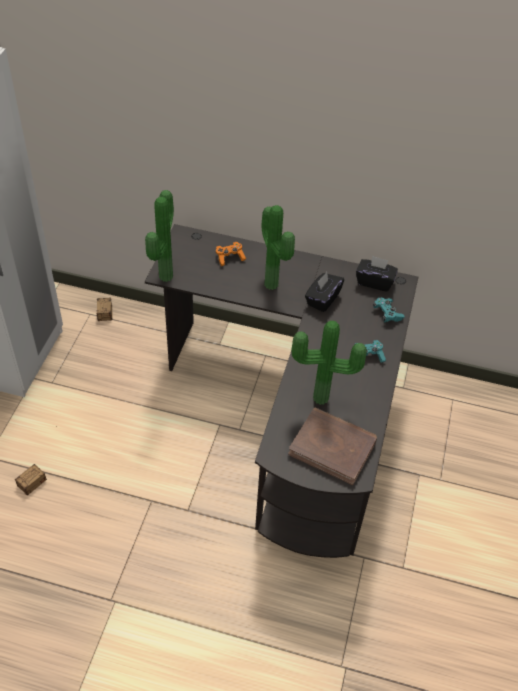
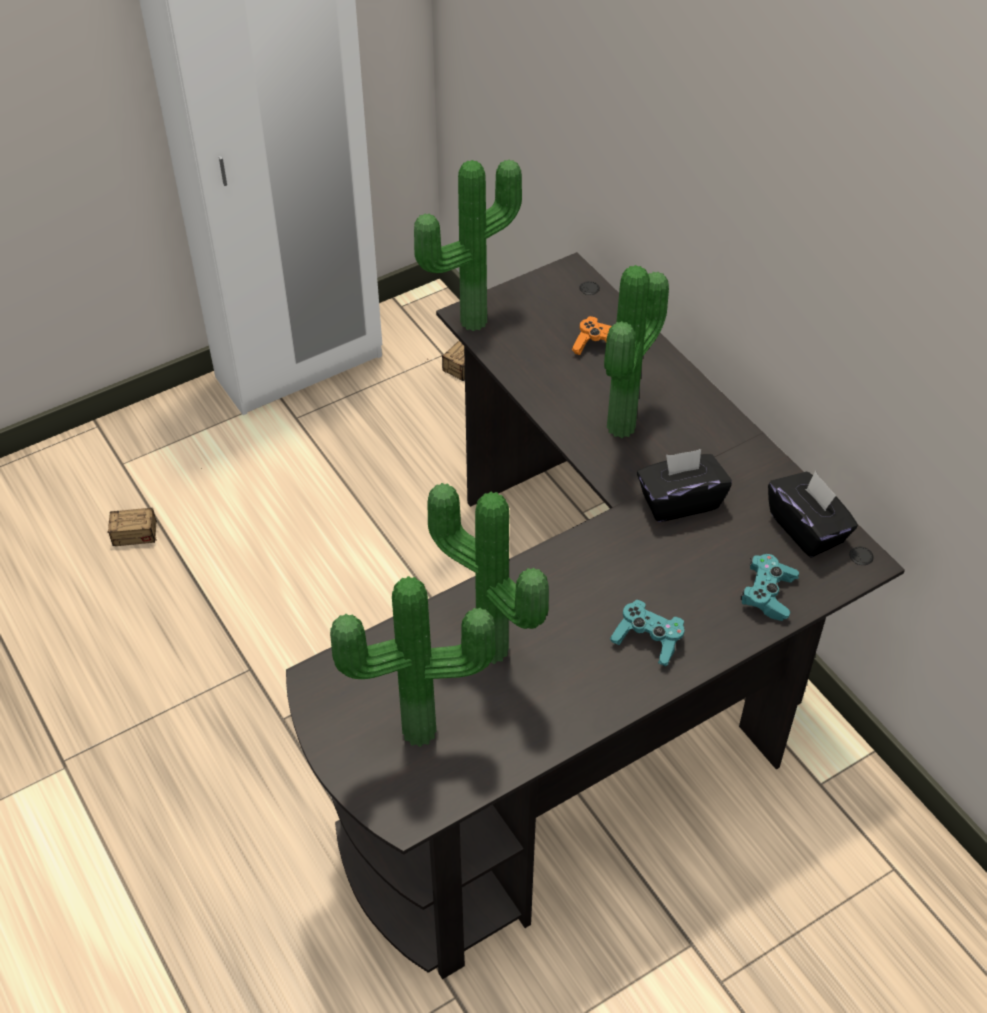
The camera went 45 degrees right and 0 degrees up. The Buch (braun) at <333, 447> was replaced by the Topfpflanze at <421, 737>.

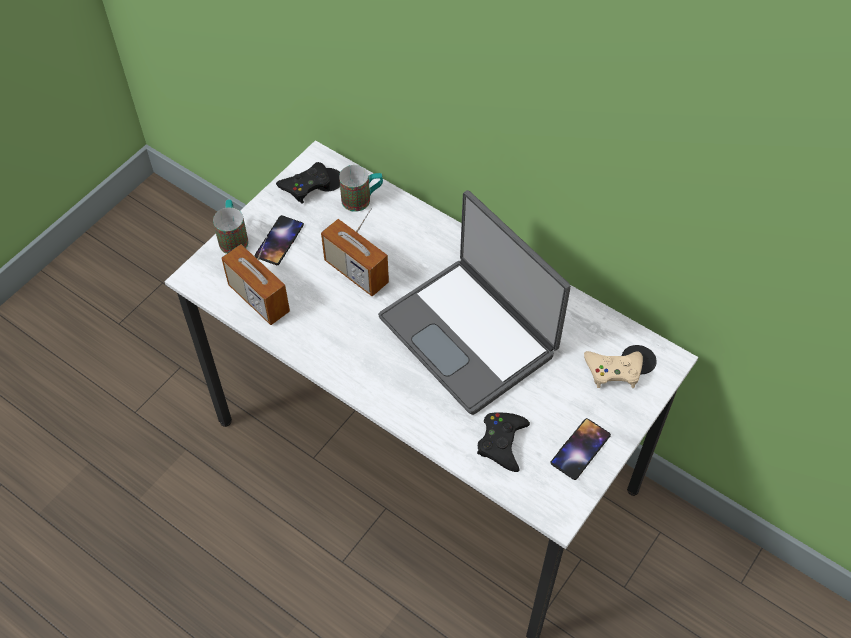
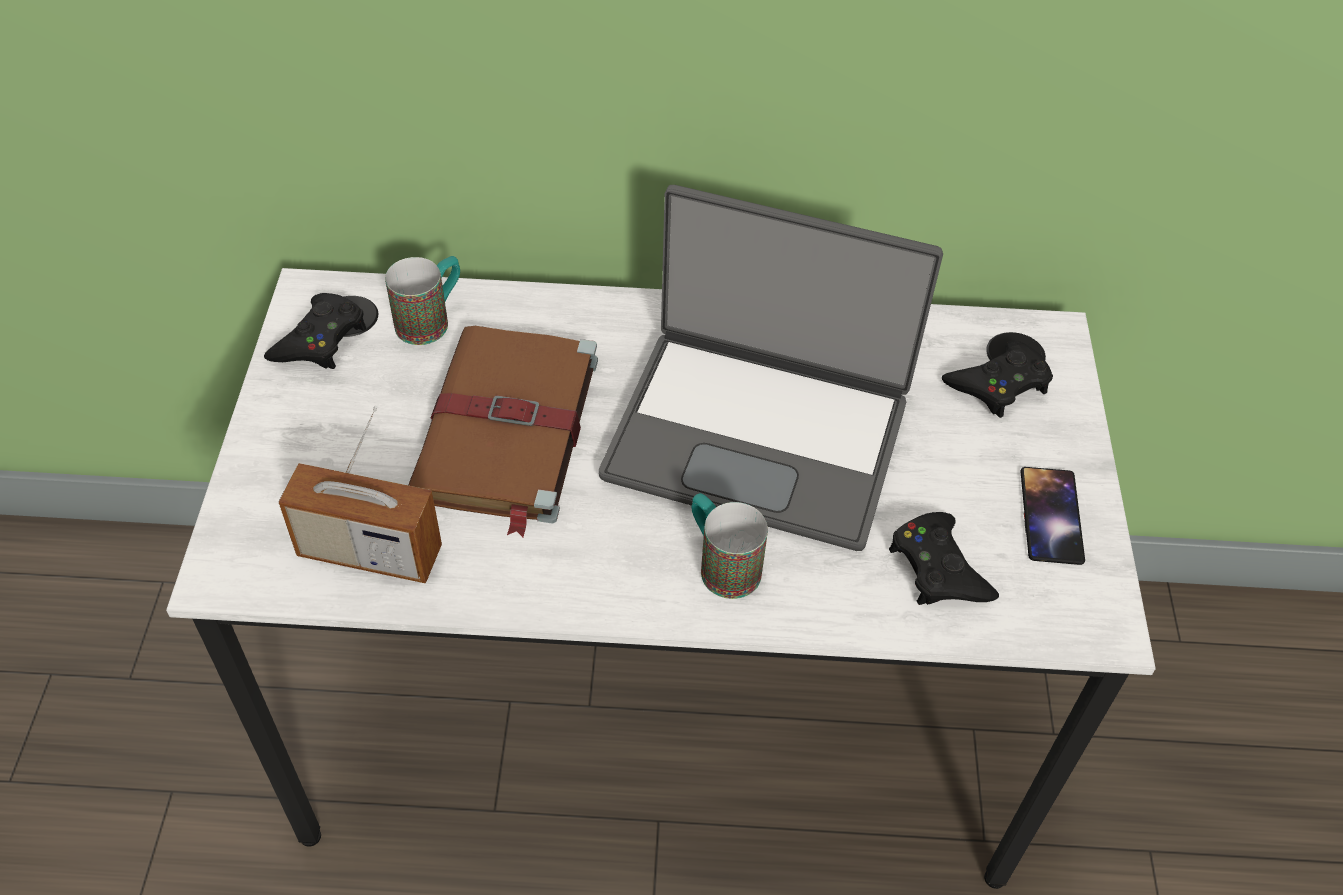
The camera went 35 degrees left and 5 degrees down. The Henkelbecher moved from <233, 237> to <721, 563>. The Handy at <279, 240> disappeared. The Radio at <356, 272> was replaced by the Buch (braun) at <506, 431>. The Gamepad (beige) at <613, 371> became the Gamepad (schwarz) at <999, 384>.

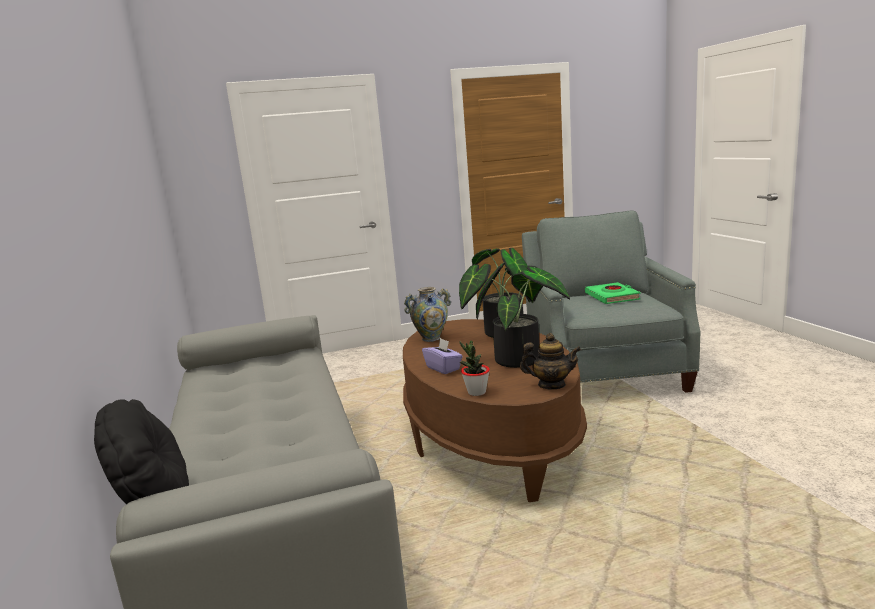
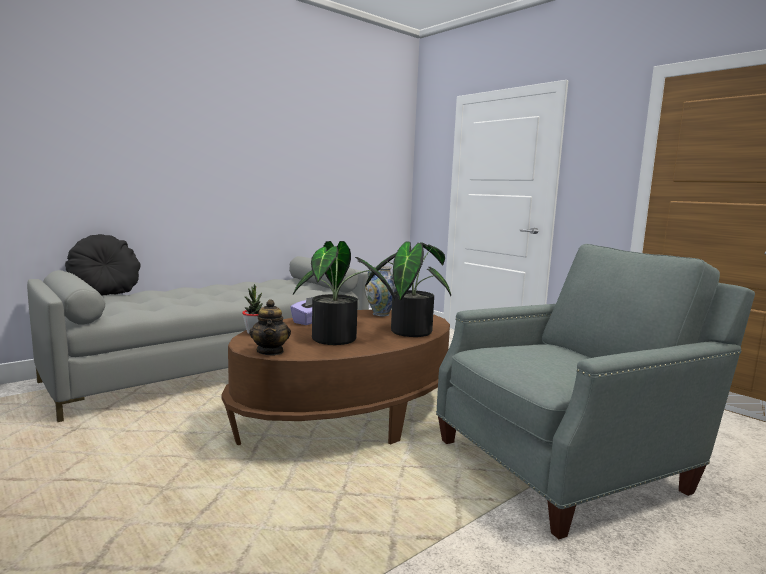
The camera went 65 degrees right and 5 degrees down. The Buch (grün) at <612, 297> disappeared.

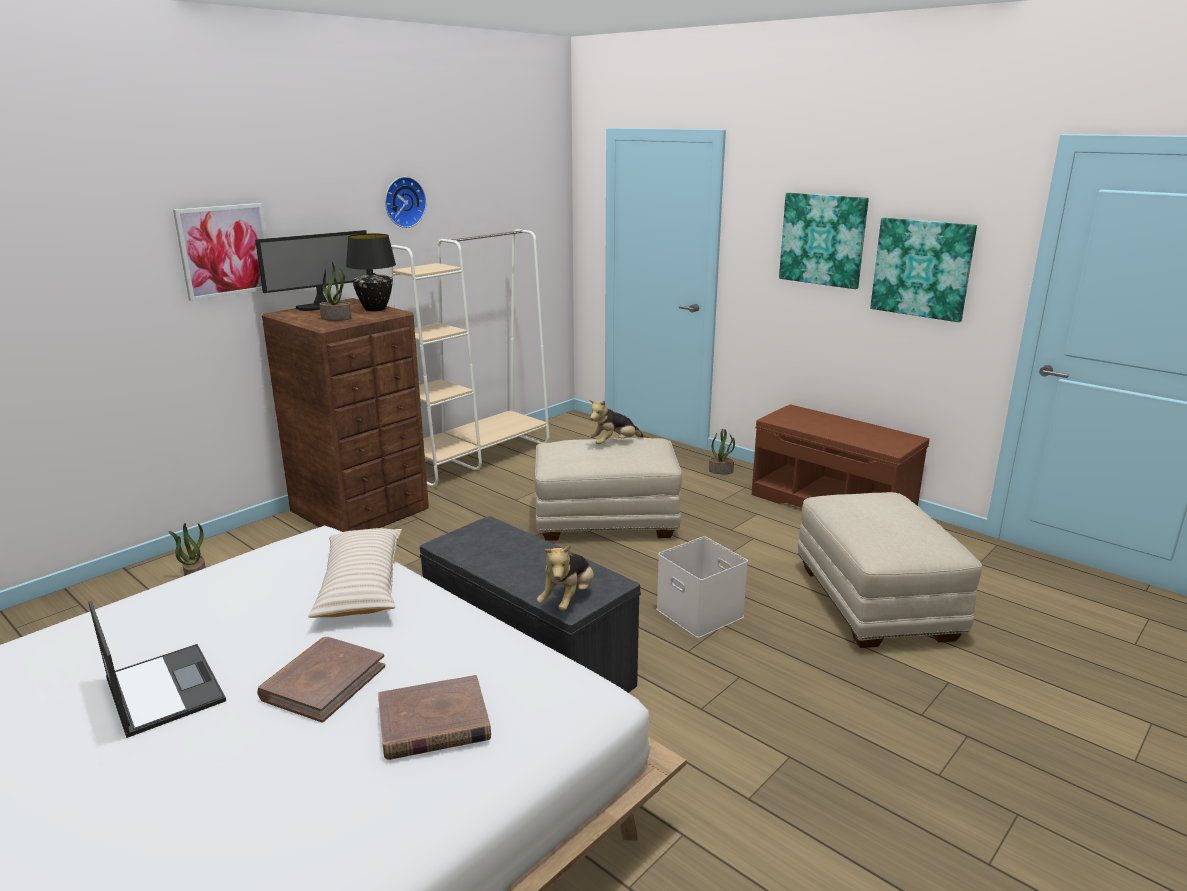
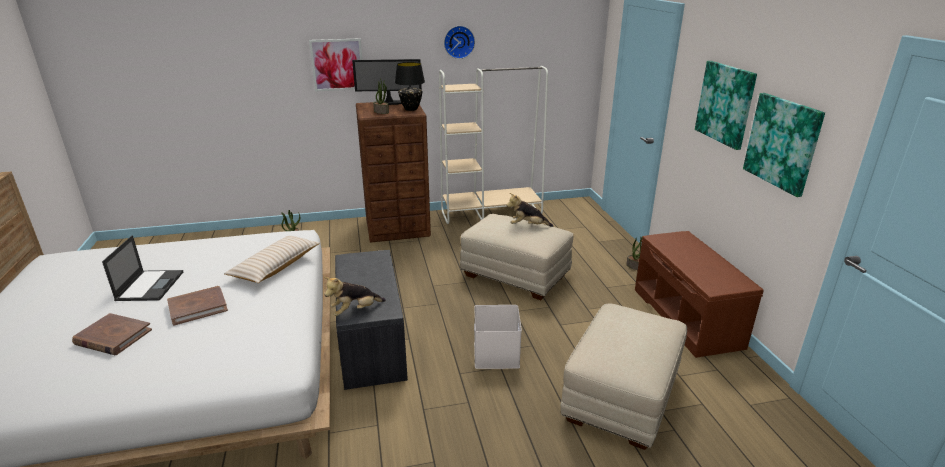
The camera went 35 degrees right and 5 degrees up. The Buch (braun) moved from <433, 723> to <113, 337>.

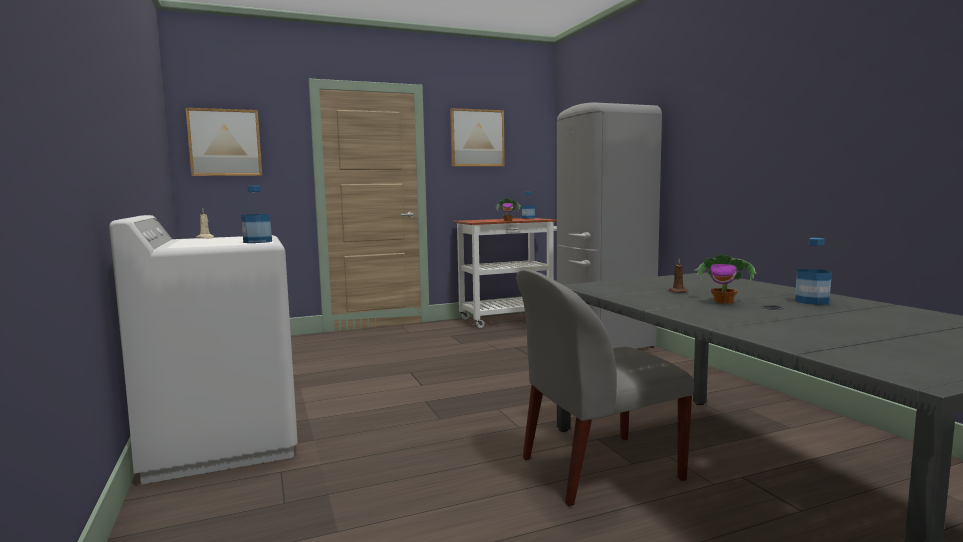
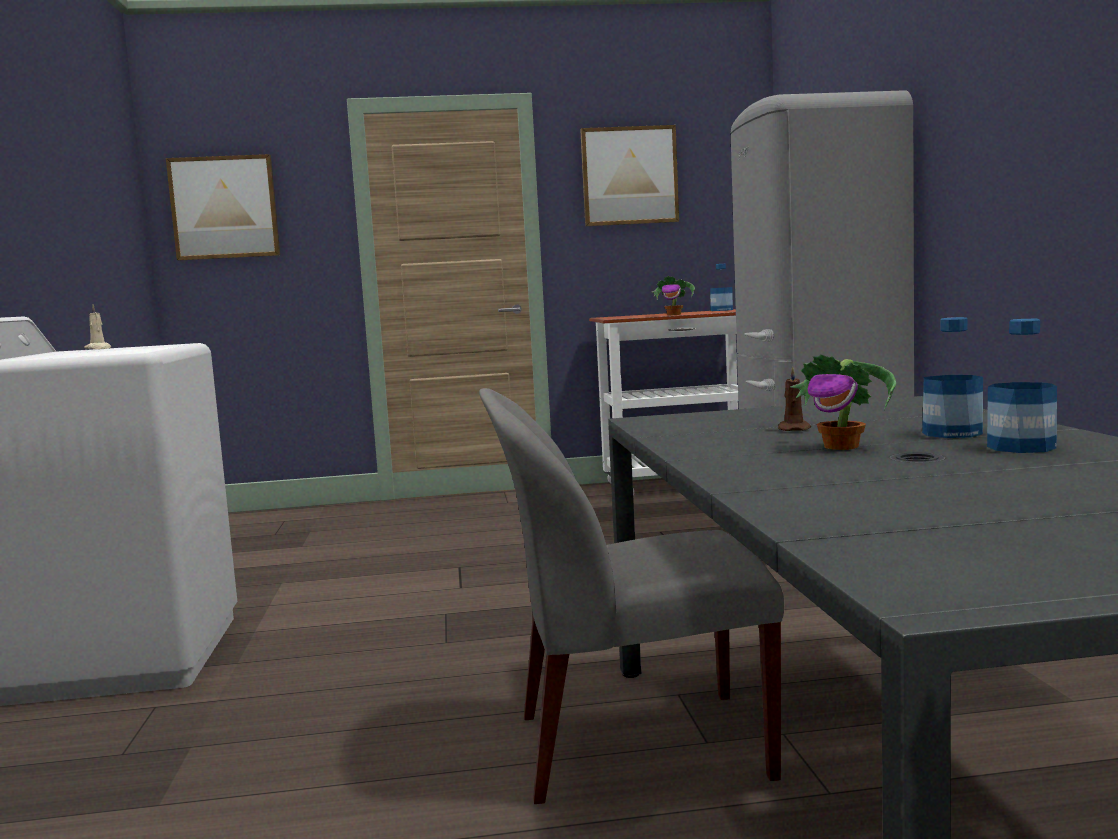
The camera went 15 degrees right and 0 degrees up. The Flasche moved from <257, 242> to <952, 433>.

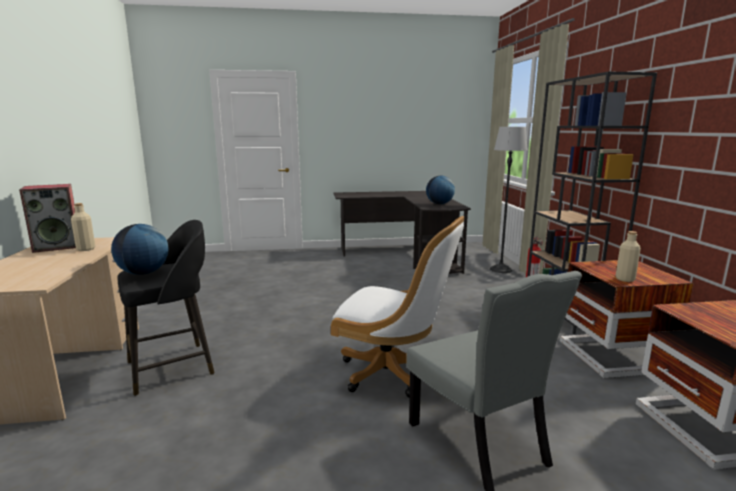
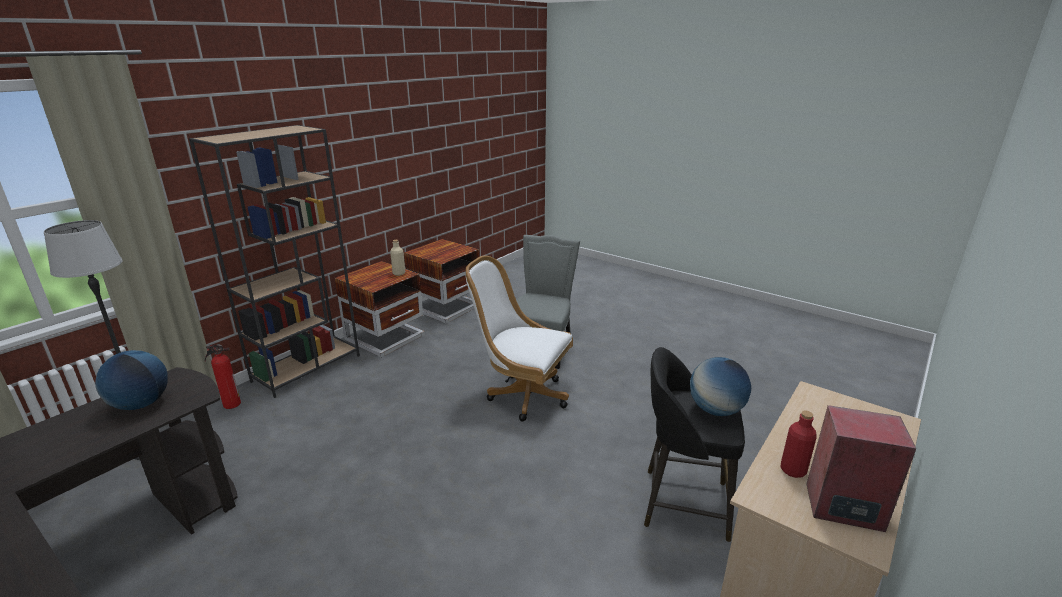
The camera went 135 degrees left and 10 degrees up. The Flasche (beige) at <86, 249> became the Flasche (rot) at <793, 470>. The Bürostuhl (weiß) at <394, 375> turned 45 degrees counterclockwise.

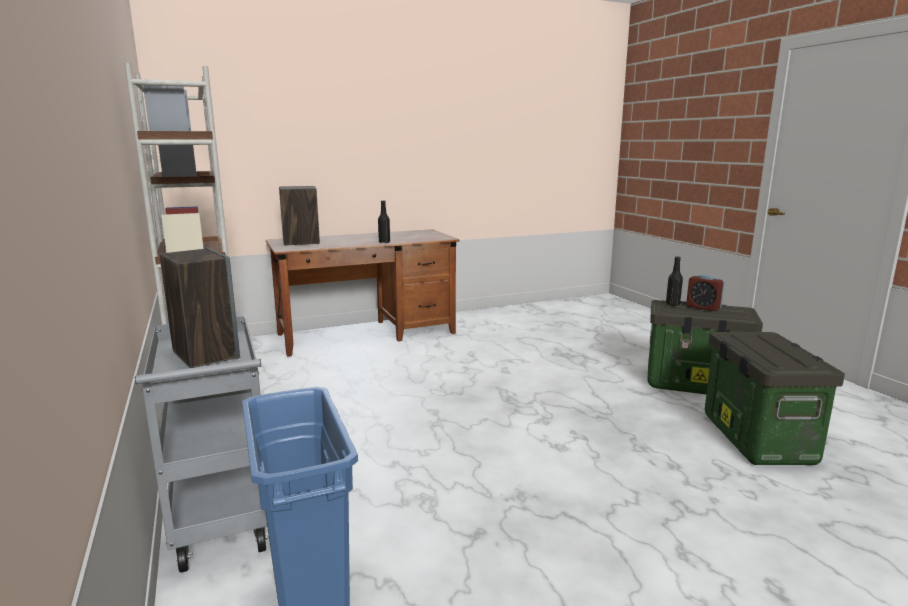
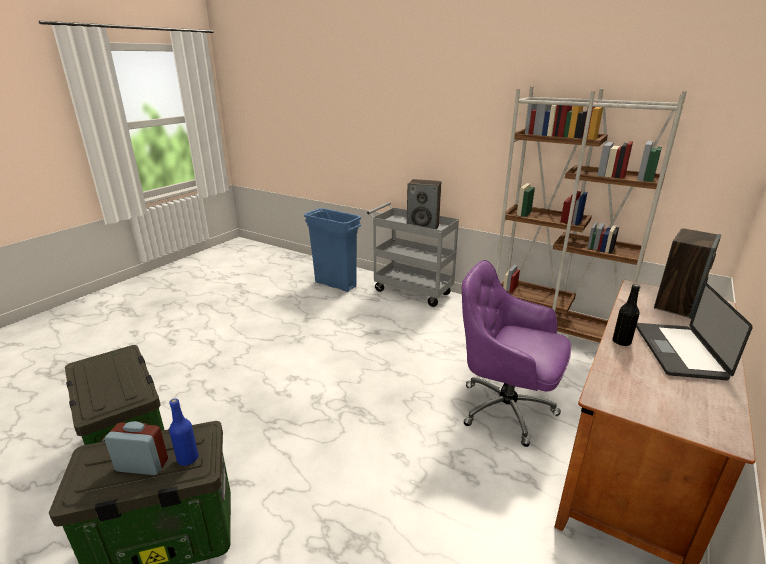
The camera went 145 degrees right and 10 degrees up. The Flasche (schwarz) at <672, 304> became the Flasche (blau) at <188, 458>. The Bürostuhl (lila) at <506, 408> appeared. The Laptop at <678, 351> appeared.

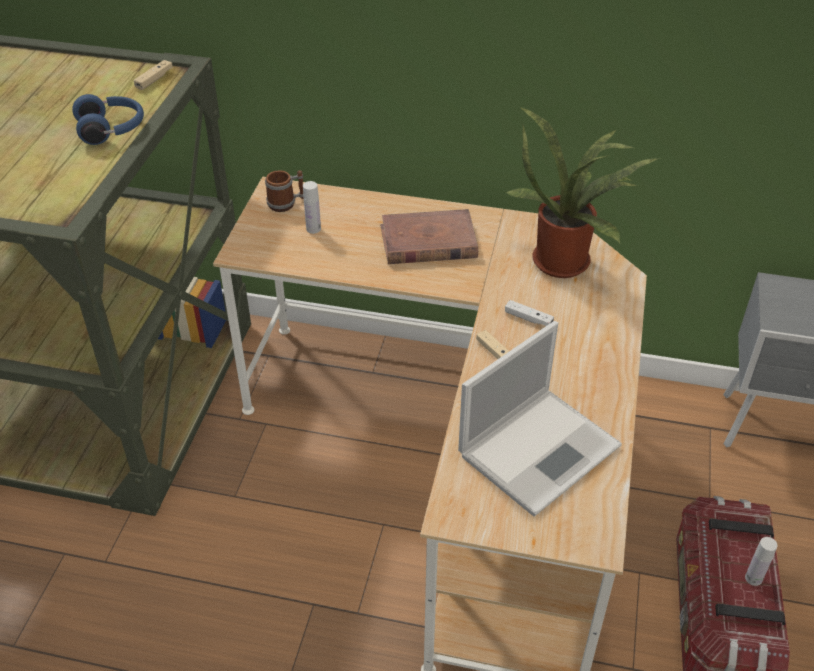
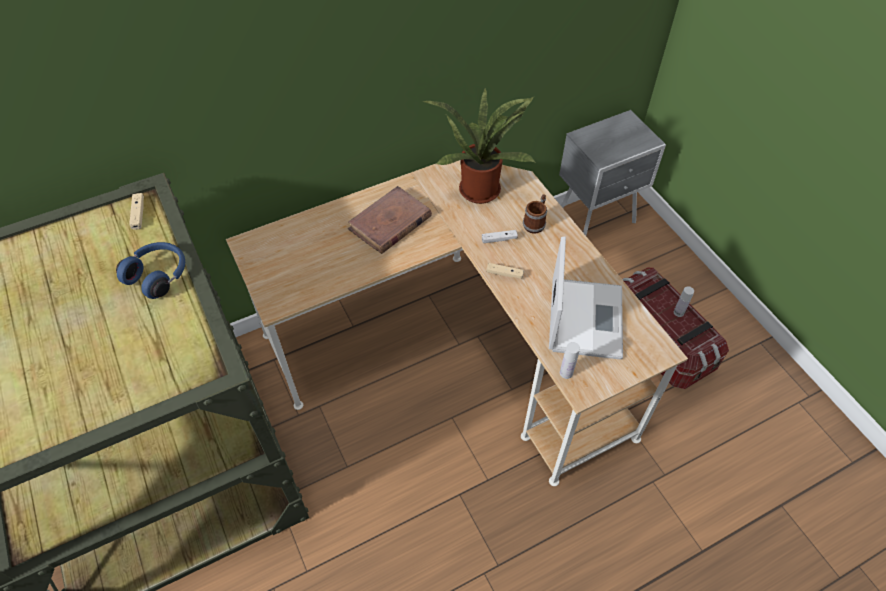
The camera went 40 degrees left and 10 degrees up. The Henkelbecher moved from <286, 203> to <535, 223>. The Flasche (weiß) moved from <313, 229> to <566, 373>.

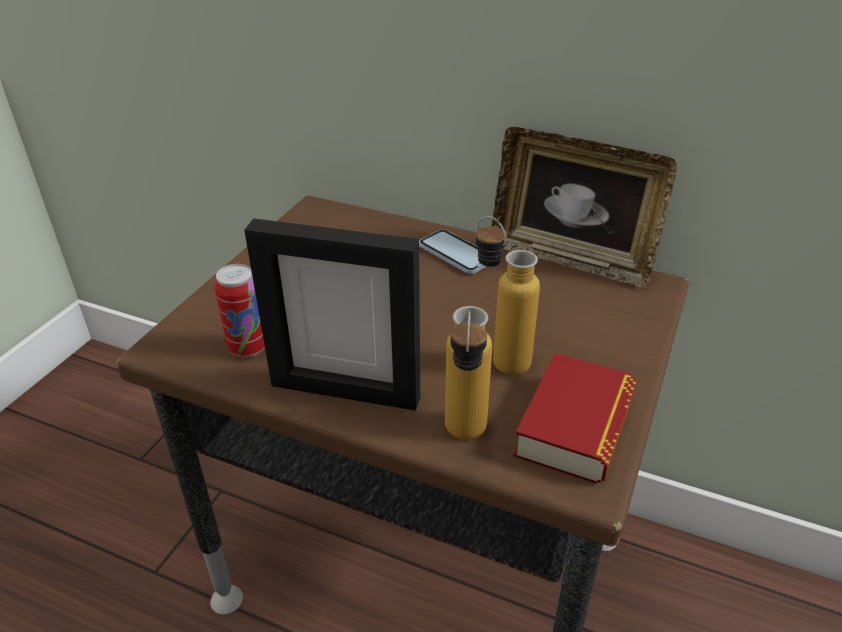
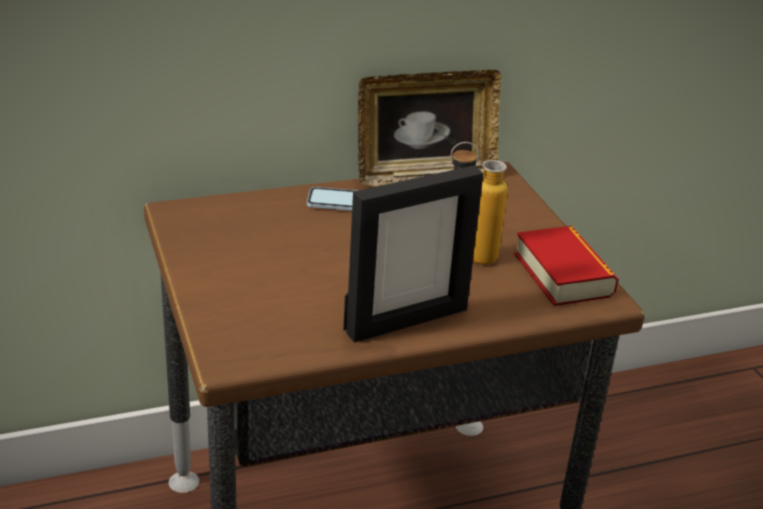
The camera went 45 degrees left and 5 degrees down. The Dose at <248, 348> disappeared. The Flasche at <464, 439> disappeared.

